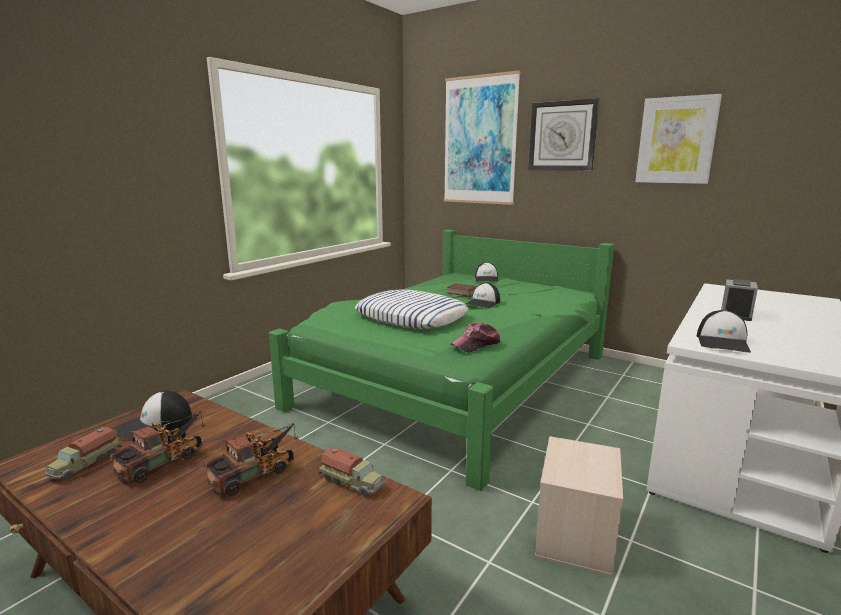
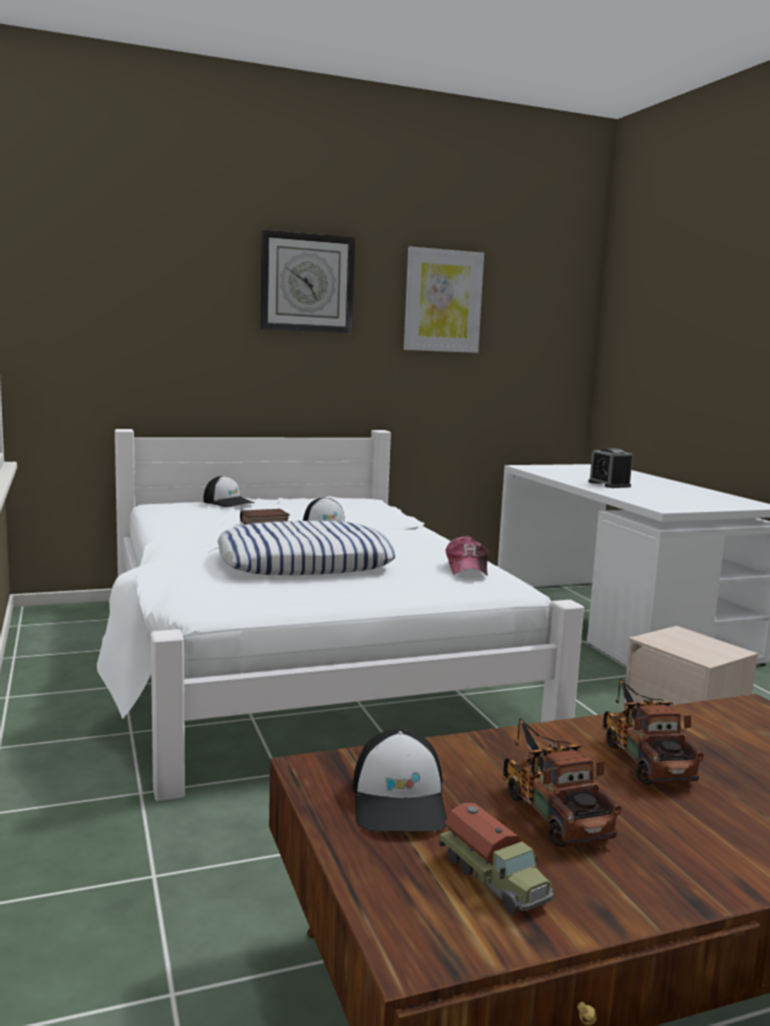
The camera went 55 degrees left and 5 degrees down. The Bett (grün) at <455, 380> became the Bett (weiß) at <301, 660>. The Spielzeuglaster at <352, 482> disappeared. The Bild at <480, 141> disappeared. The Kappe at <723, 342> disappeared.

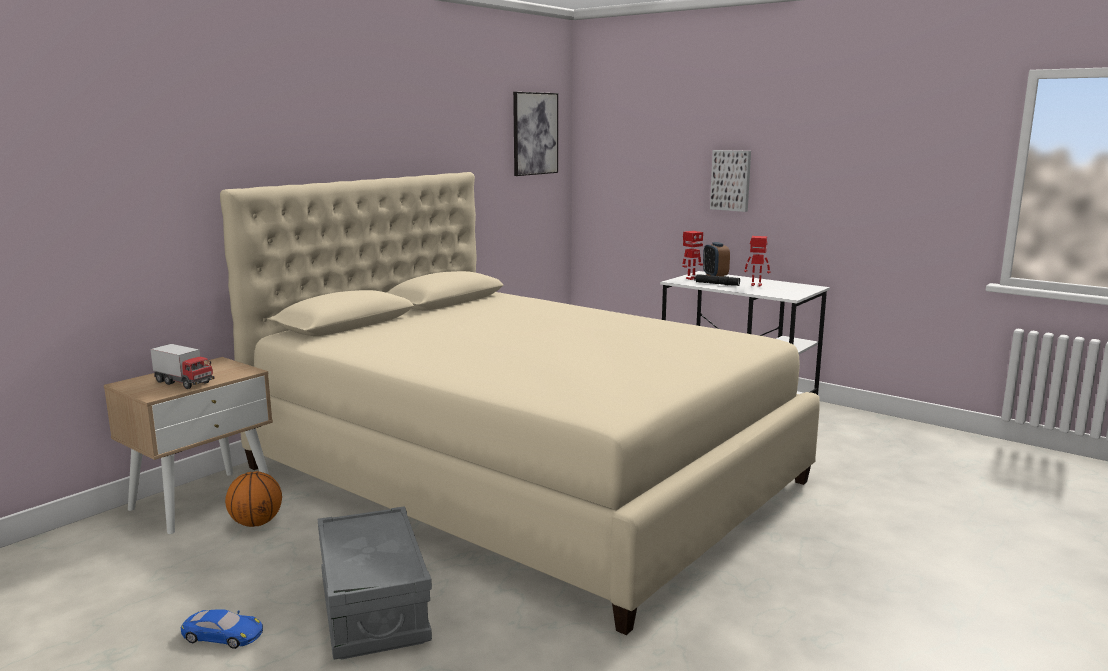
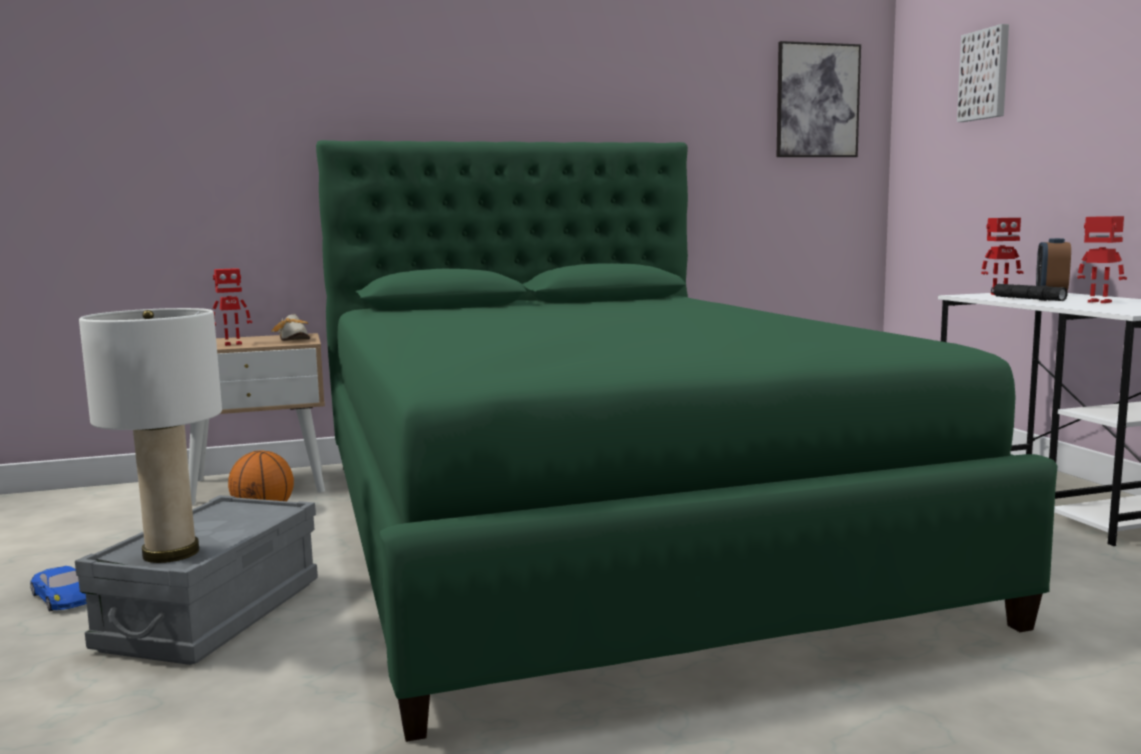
The camera went 35 degrees right and 5 degrees down. The Spielzeuglaster at <184, 383> was replaced by the Spielzeugroboter at <233, 344>. The Bett (beige) at <522, 474> became the Bett (grün) at <596, 526>. The Bild moved from <731, 180> to <985, 75>. The Tischlampe (weiß) at <170, 553> appeared. The Schuh at <294, 339> appeared.

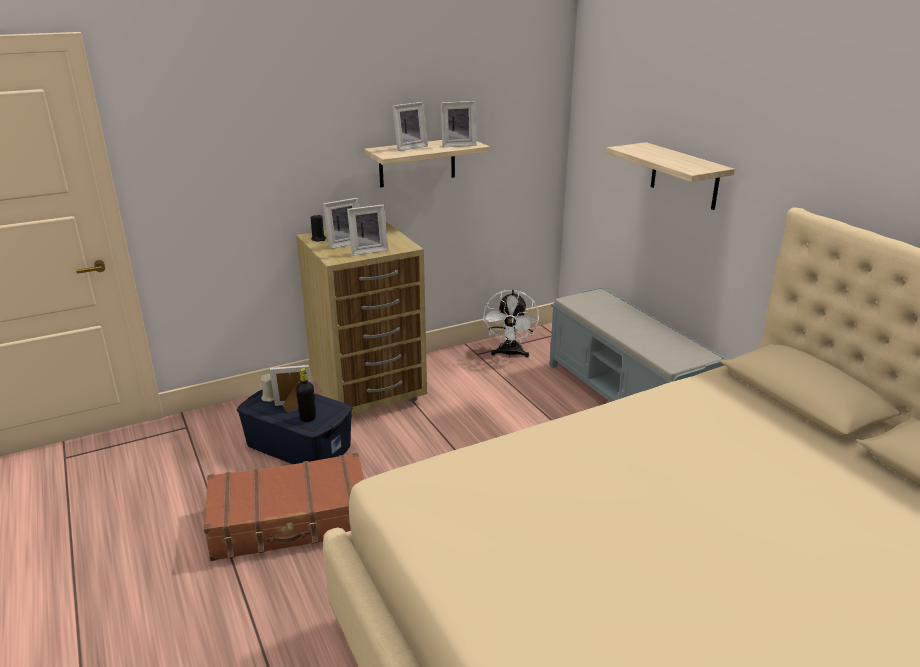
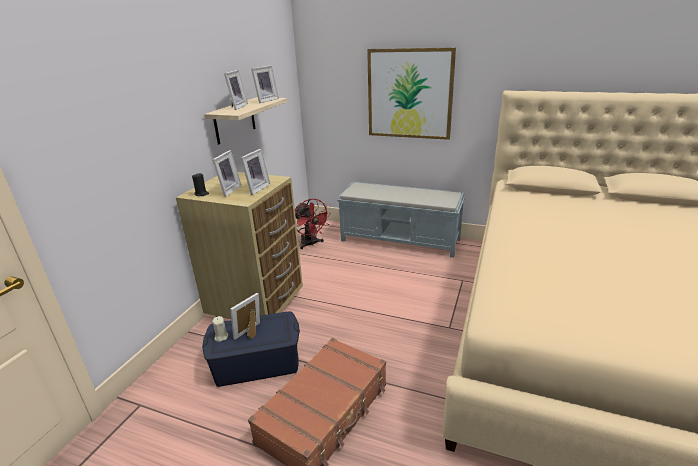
The camera went 40 degrees left and 0 degrees up. The Flasche (schwarz) at <308, 418> disappeared. The Ventilator (weiß) at <510, 354> became the Ventilator (rot) at <311, 244>. The Wandregal at <684, 176> was replaced by the Bild at <409, 94>.

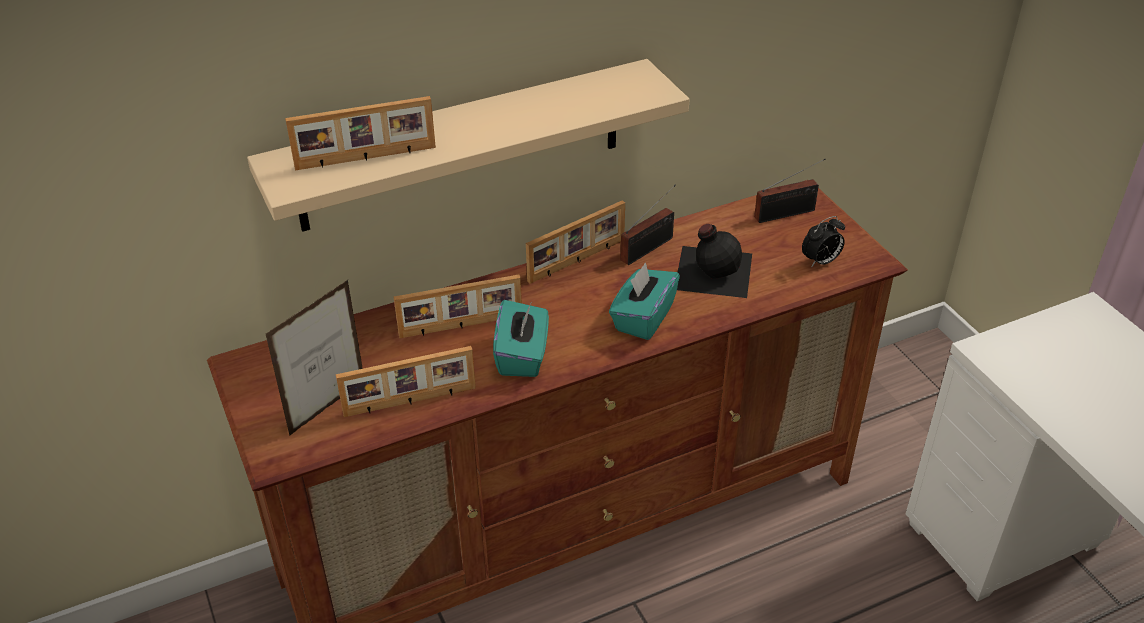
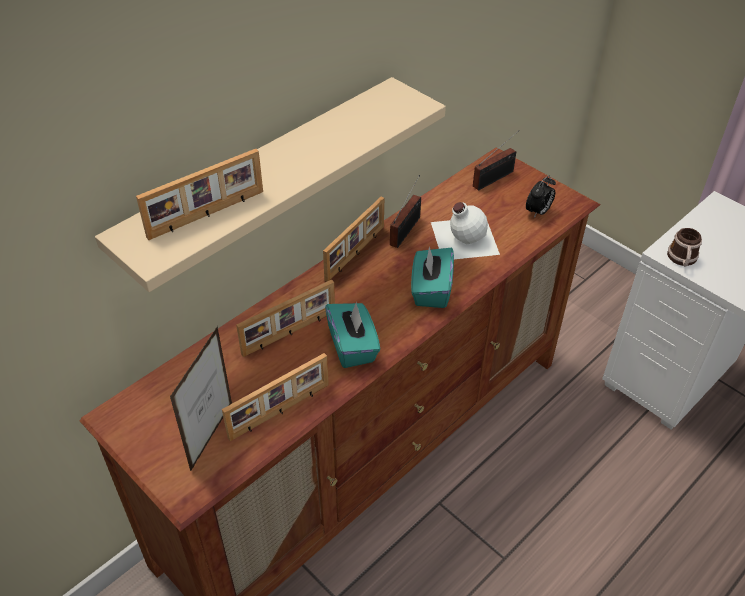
The camera went 20 degrees left and 5 degrees up. The Flasche (schwarz) at <712, 270> became the Flasche (weiß) at <463, 237>. The Henkelbecher at <682, 260> appeared.

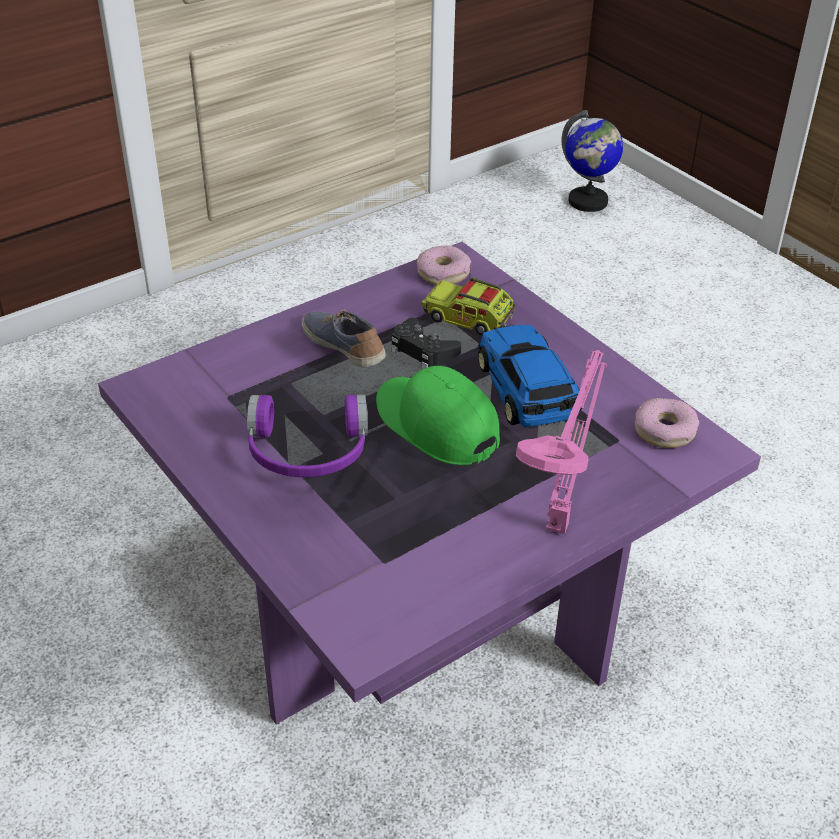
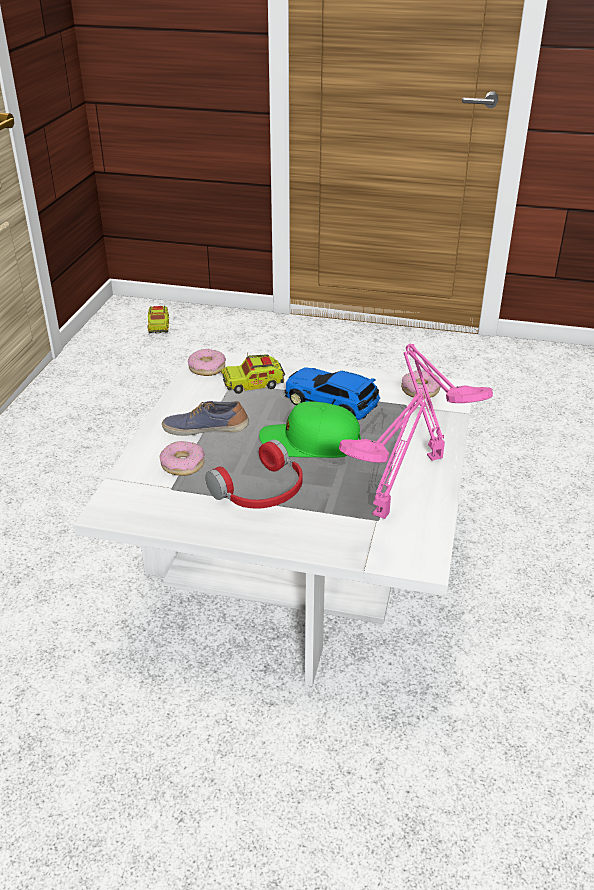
The camera went 40 degrees left and 5 degrees down. The Couchtisch (lila) at <416, 578> became the Couchtisch (weiß) at <297, 564>. The Kopfhörer (lila) at <308, 452> became the Kopfhörer (rot) at <262, 491>. The Gamepad (schwarz) at <422, 351> disappeared. The Globus at <588, 202> was replaced by the Spielzeuglaster at <159, 326>. The Donut at <183, 464> appeared. The Tischlampe (rosa) at <383, 512> appeared.

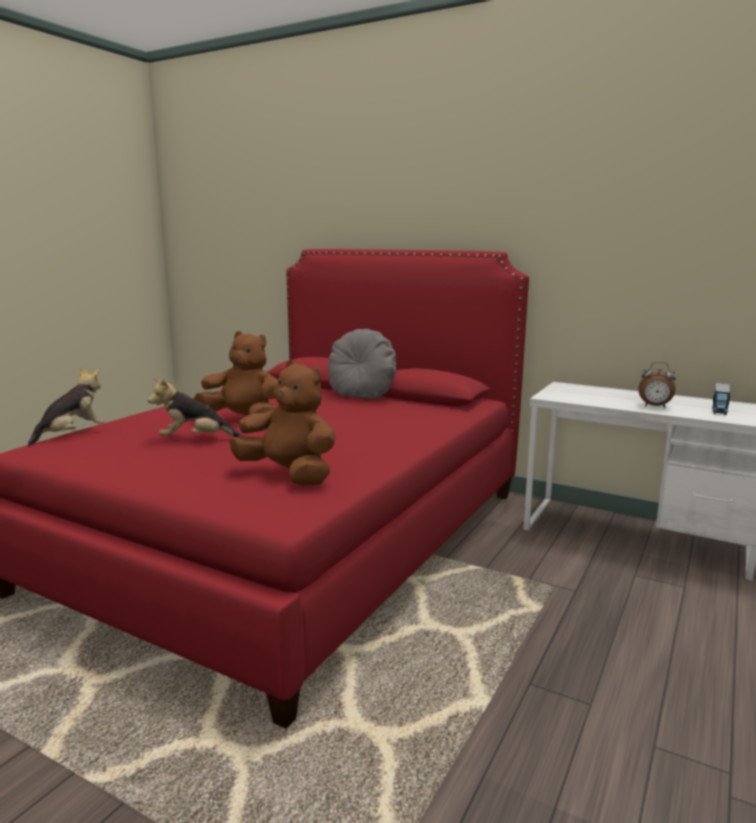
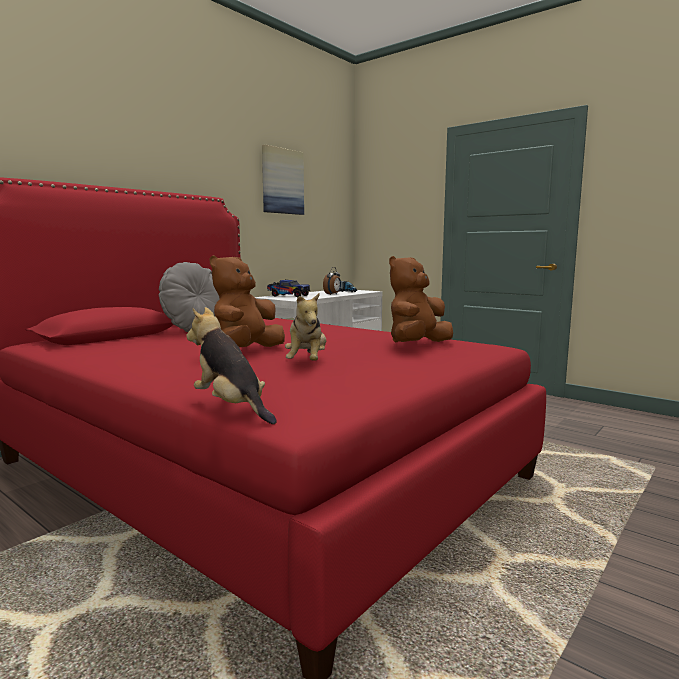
The camera went 80 degrees left and 5 degrees down. The Bild at <282, 181> appeared. The Spielzeuglaster at <288, 296> appeared.

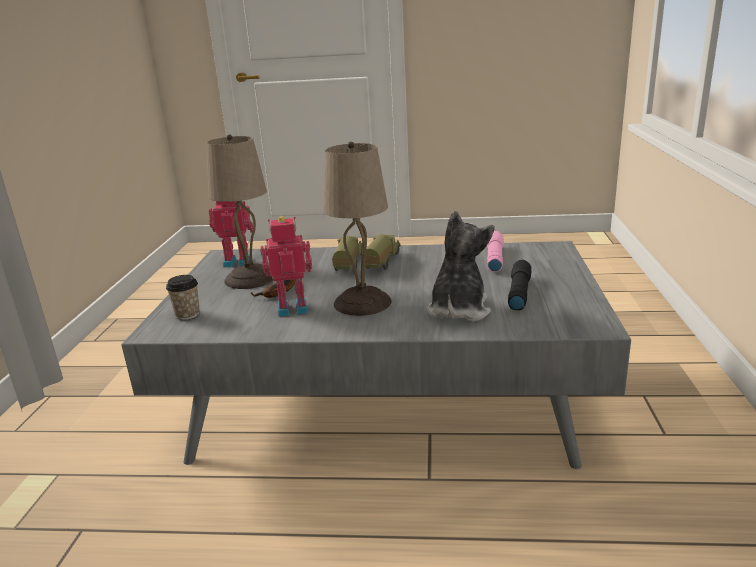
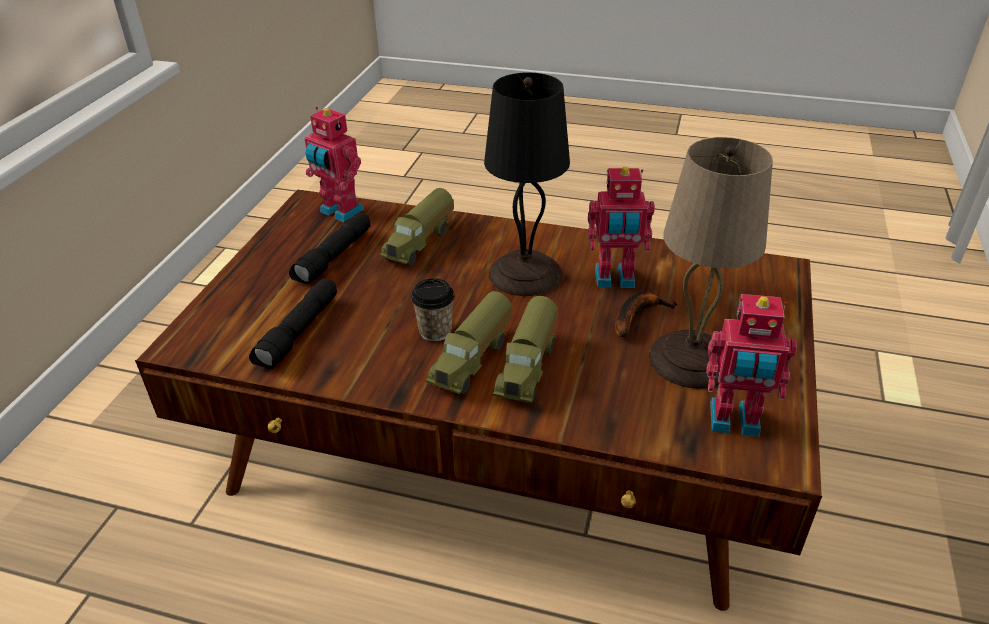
The camera went 170 degrees left and 15 degrees up. The Couchtisch (grau) at <384, 398> became the Couchtisch (braun) at <498, 440>. The Tasse moved from <187, 314> to <435, 331>. The Tischlampe (beige) at <363, 302> became the Tischlampe (schwarz) at <524, 274>. The Plüschtier at <458, 310> was replaced by the Spielzeuglaster at <420, 243>. The Taschenlampe (rosa) at <494, 258> became the Taschenlampe (schwarz) at <299, 333>. The Spielzeugroboter at <339, 212> appeared.

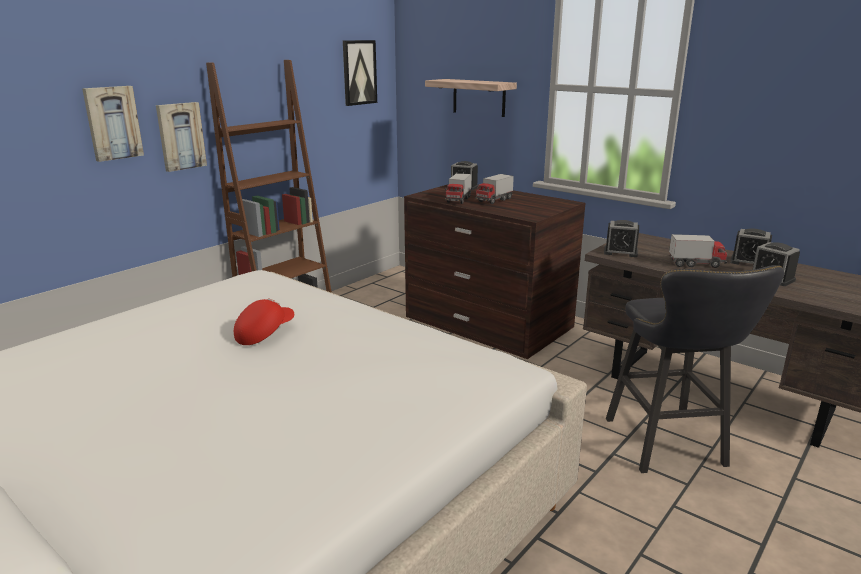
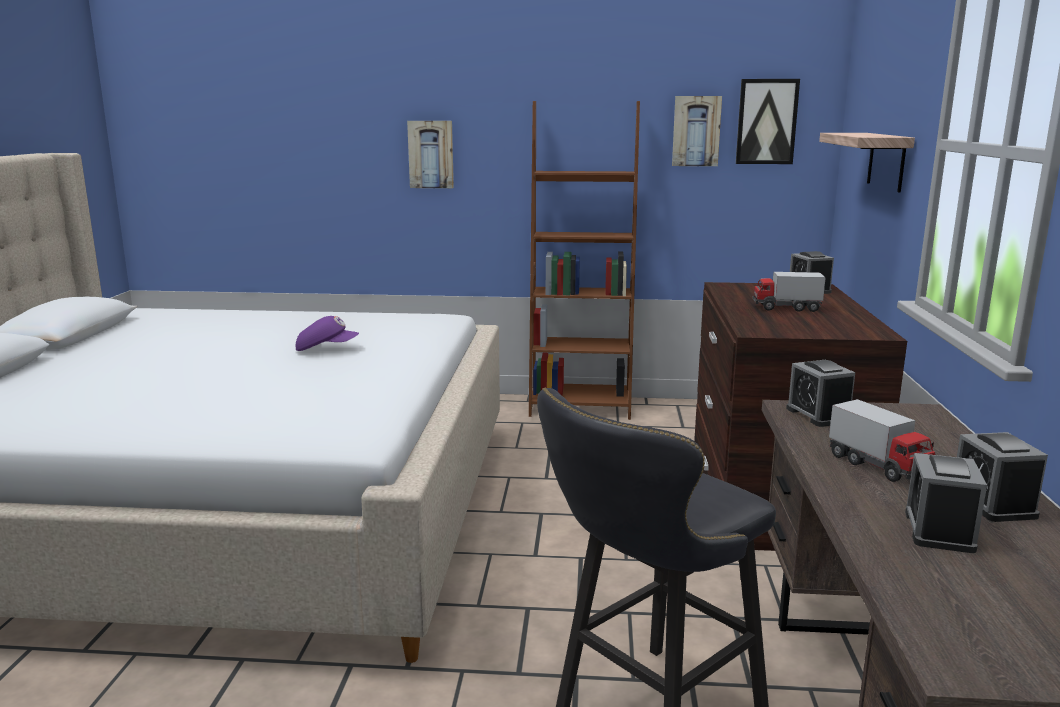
The camera went 55 degrees right and 5 degrees down. The Bild moved from <180, 136> to <696, 131>. The Kappe (rot) at <264, 333> became the Kappe (lila) at <327, 349>. The Spielzeuglaster at <458, 200> disappeared.

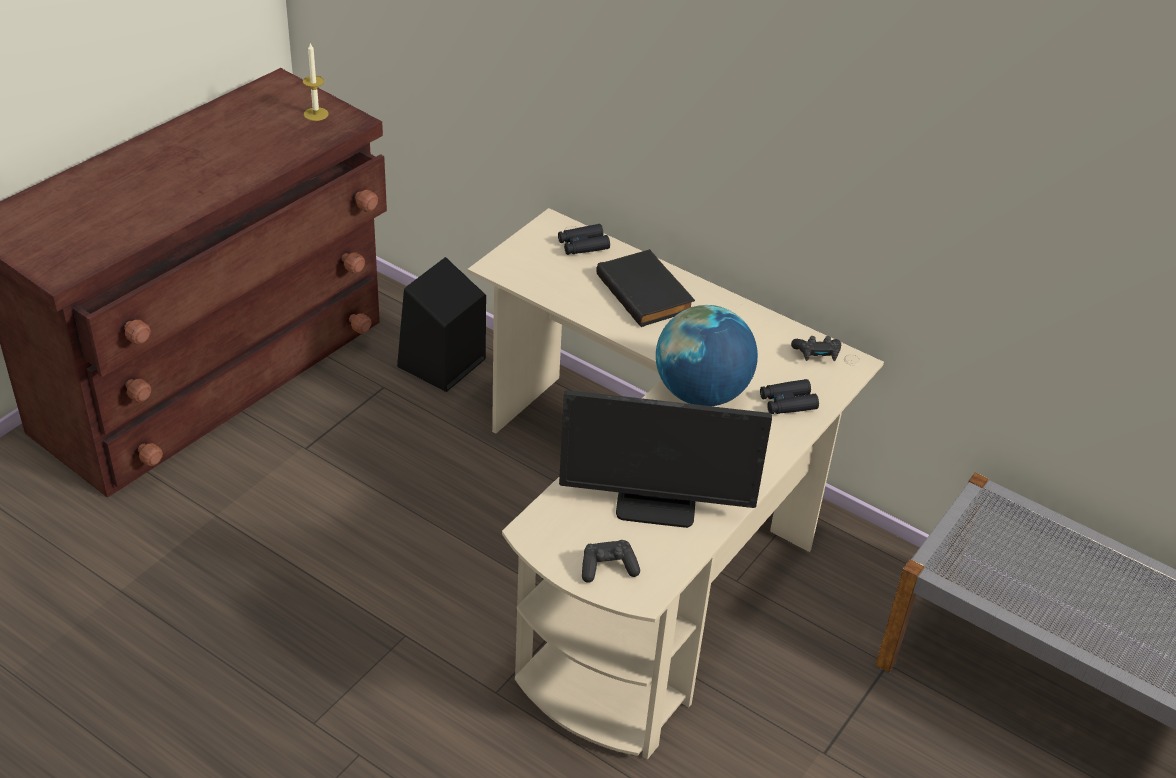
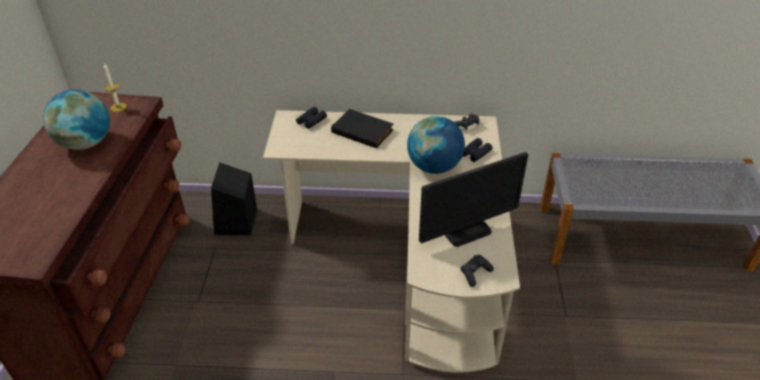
The camera went 30 degrees left and 0 degrees up. The Globus at <86, 143> appeared.

